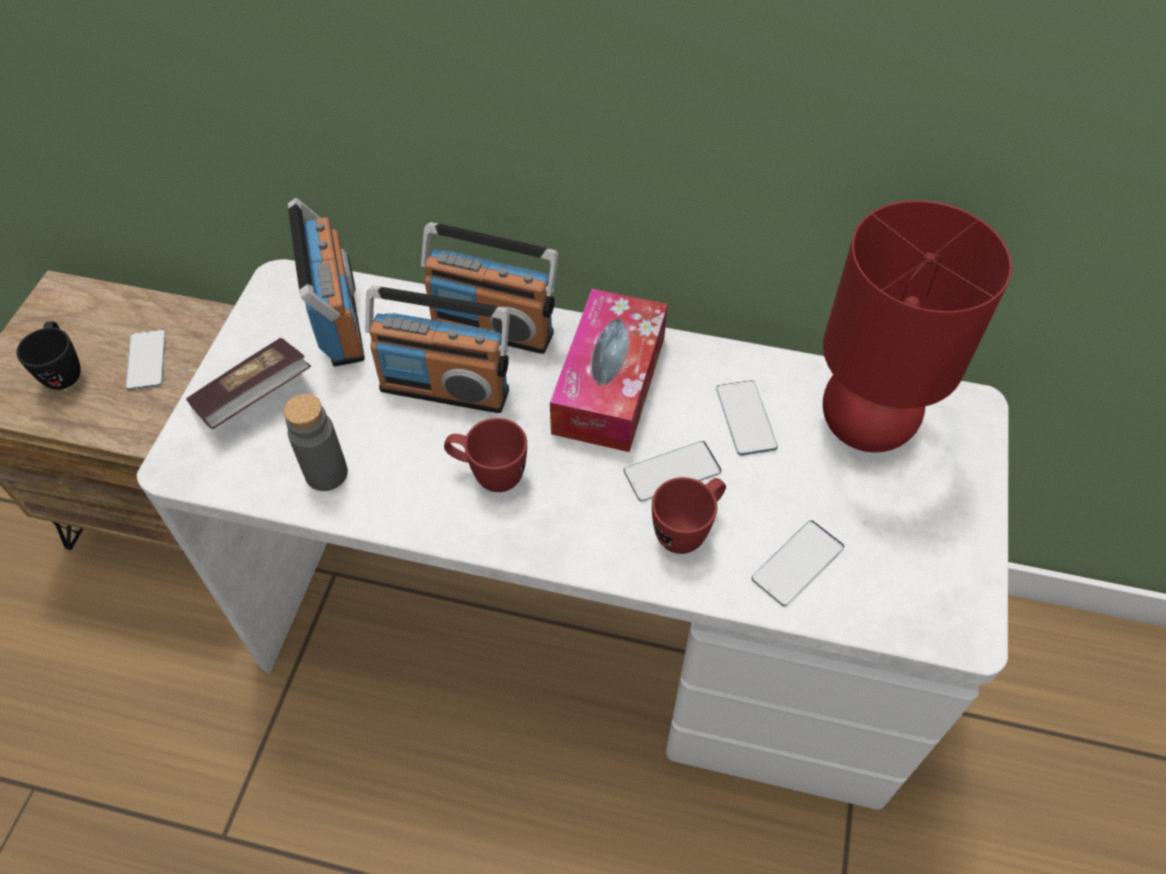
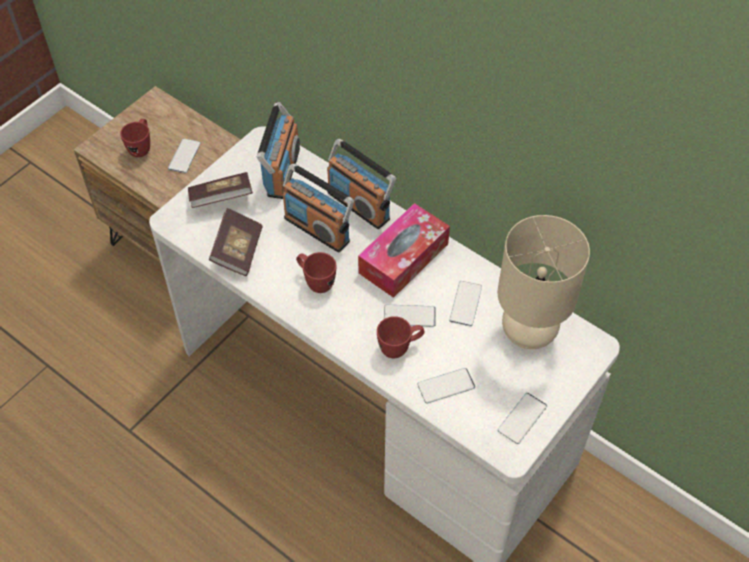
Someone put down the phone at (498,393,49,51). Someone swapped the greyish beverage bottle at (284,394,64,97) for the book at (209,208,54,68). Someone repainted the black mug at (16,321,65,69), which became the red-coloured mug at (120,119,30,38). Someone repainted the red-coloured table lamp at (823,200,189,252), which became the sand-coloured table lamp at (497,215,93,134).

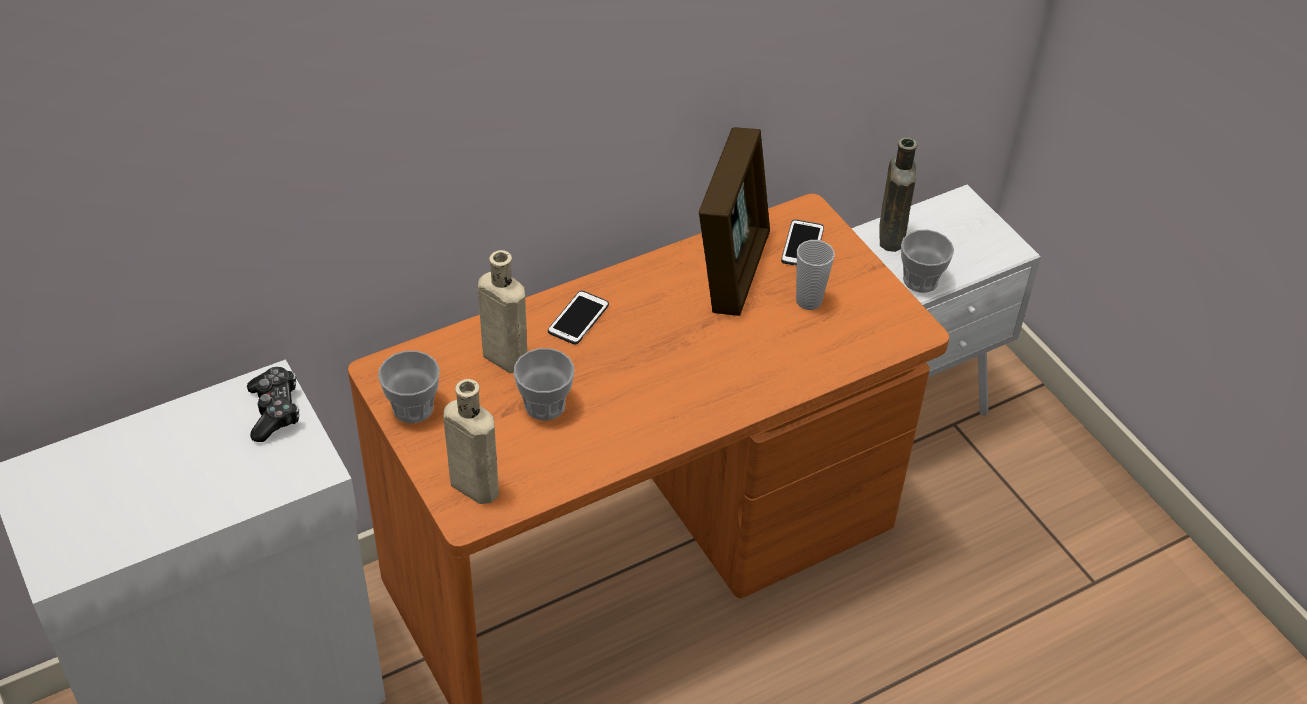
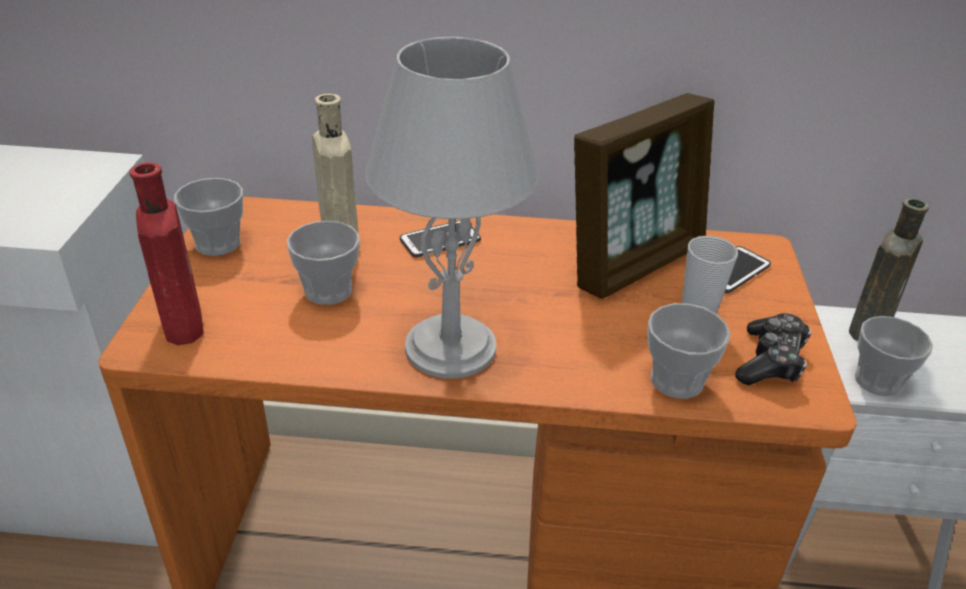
Someone put down the greyish table lamp at (365,37,174,342). Someone put down the cup at (648,303,82,96). Someone carried the gamepad from (247,367,52,75) to (735,313,77,72). Someone repainted the sand-coloured beverage bottle at (444,379,55,125), which became the red-coloured beverage bottle at (130,162,74,183).

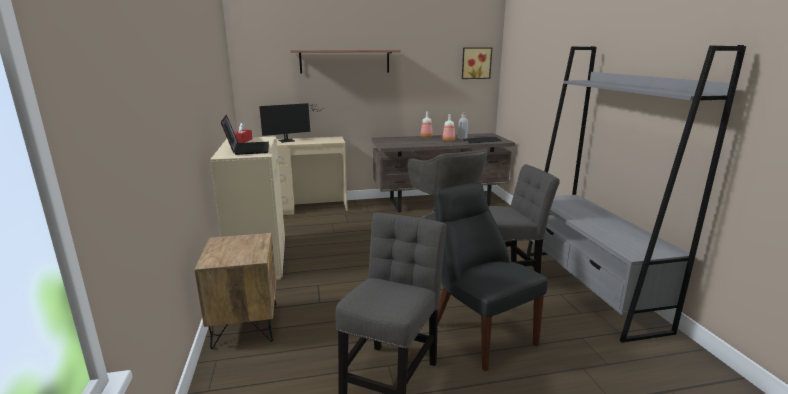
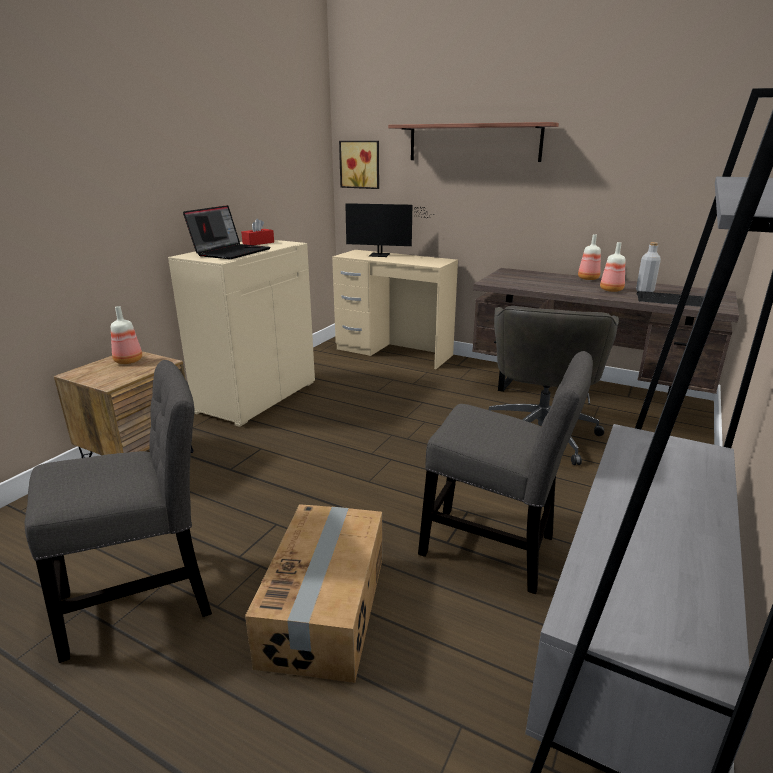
Someone put down the beverage bottle at (111,306,31,58). Someone carried the wall picture from (462,48,30,31) to (339,141,40,48). Someone swapped the black plain chair at (434,183,114,188) for the carton at (245,504,137,179).

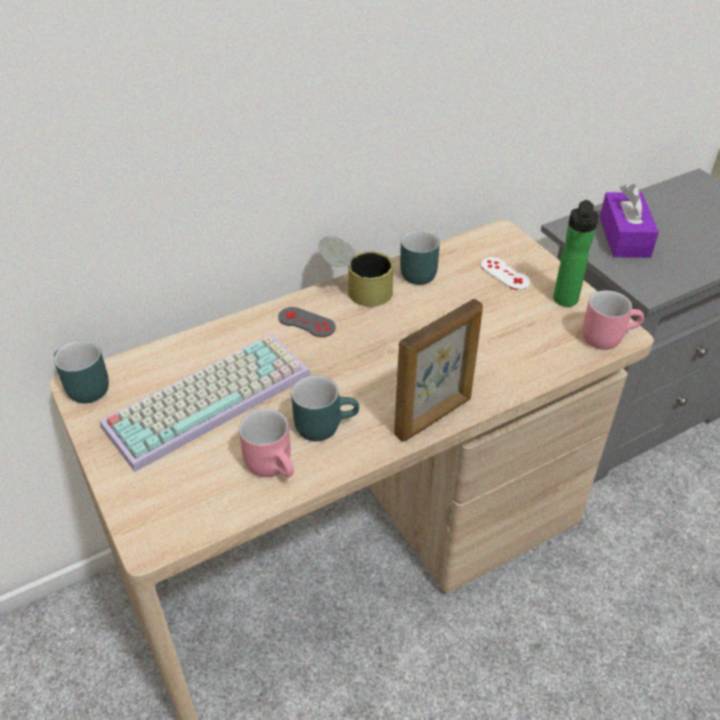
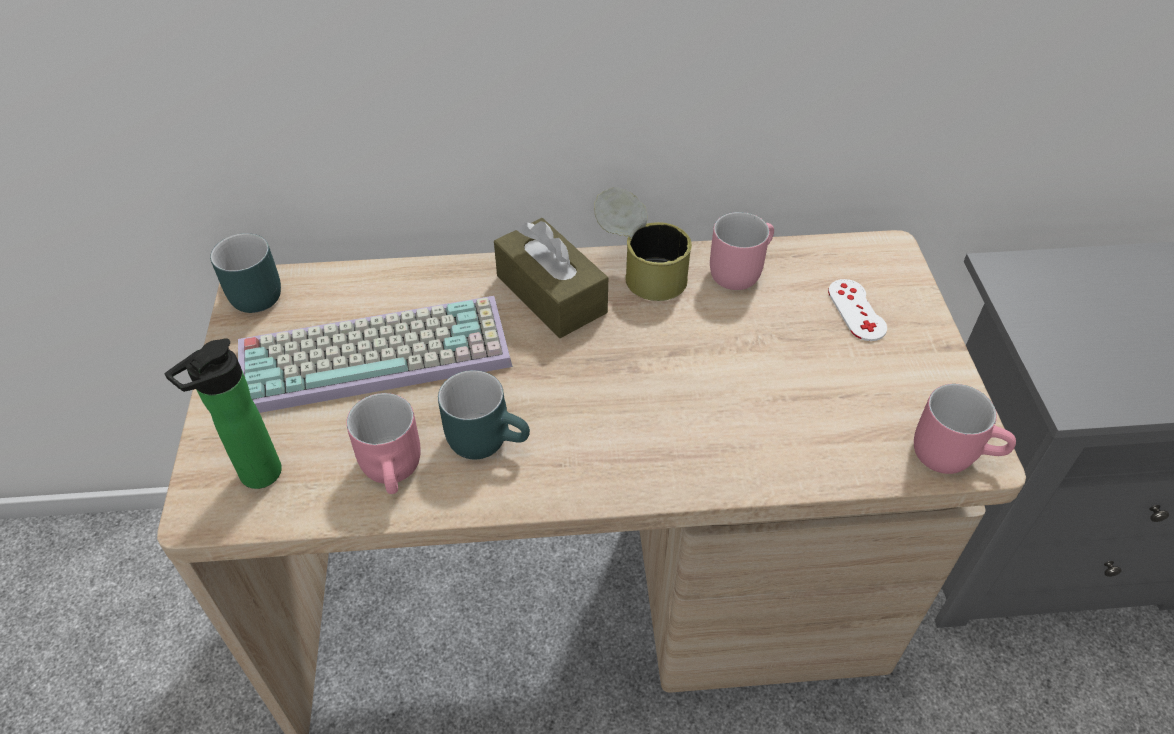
Someone took away the photo frame at (394,299,89,143). Someone took away the purple box of tissues at (600,184,59,74). Someone carried the beverage bottle from (553,200,46,107) to (164,339,118,150). Someone swapped the greyish gamepad at (278,307,58,30) for the brown-coloured box of tissues at (494,218,114,120). Someone repainted the blue-green mug at (400,230,40,55), which became the pink-coloured mug at (710,212,64,78).

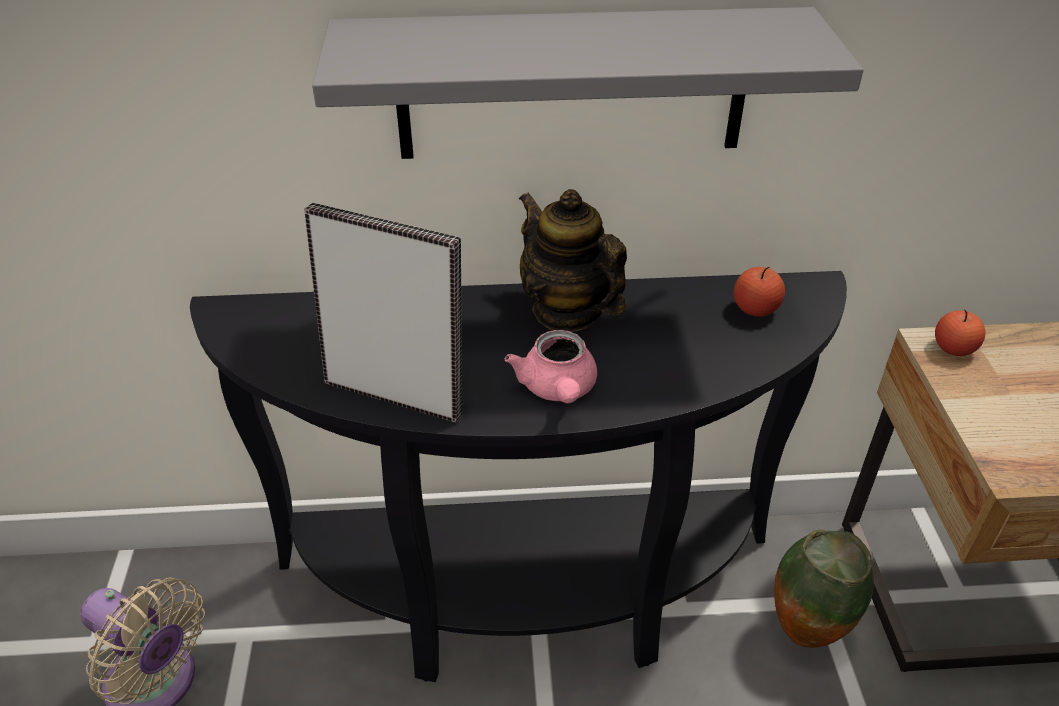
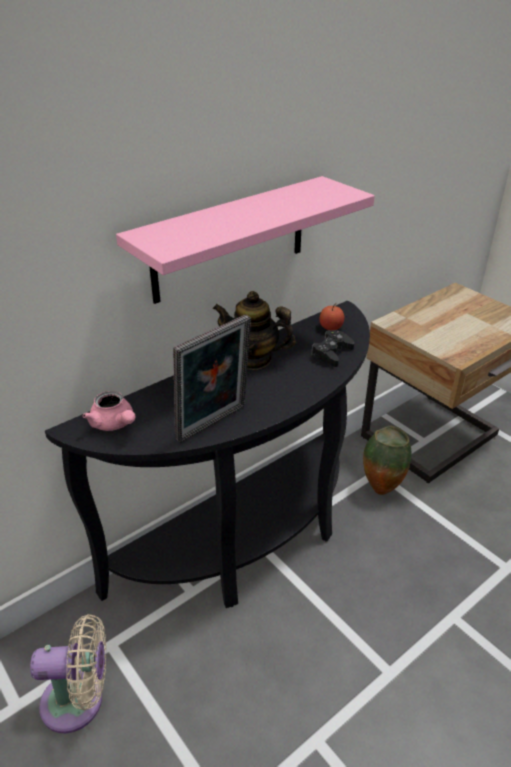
Someone took away the whole apple at (935,310,50,46). Someone put down the black gamepad at (311,330,43,37). Someone carried the pink-coloured pot for tea from (504,330,93,73) to (82,391,54,40). Someone repainted the greyish wall shelf at (312,7,551,152), which became the pink-coloured wall shelf at (116,176,259,128). Someone rotated the photo frame at (305,203,157,219) by 150 degrees clockwise.

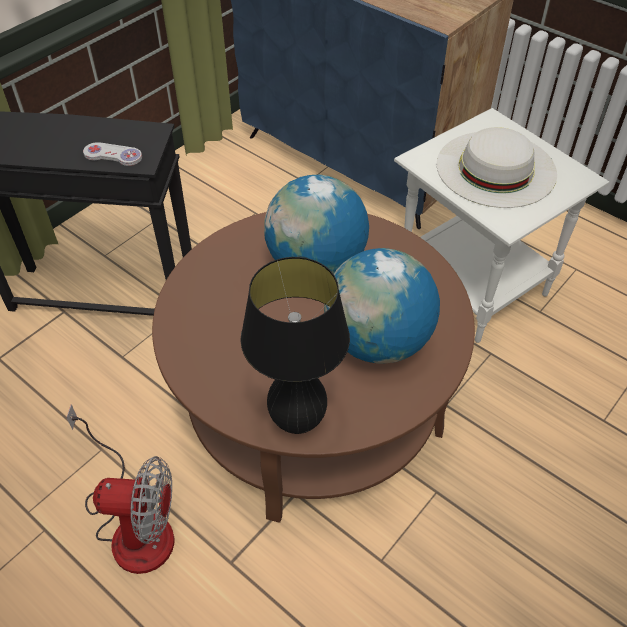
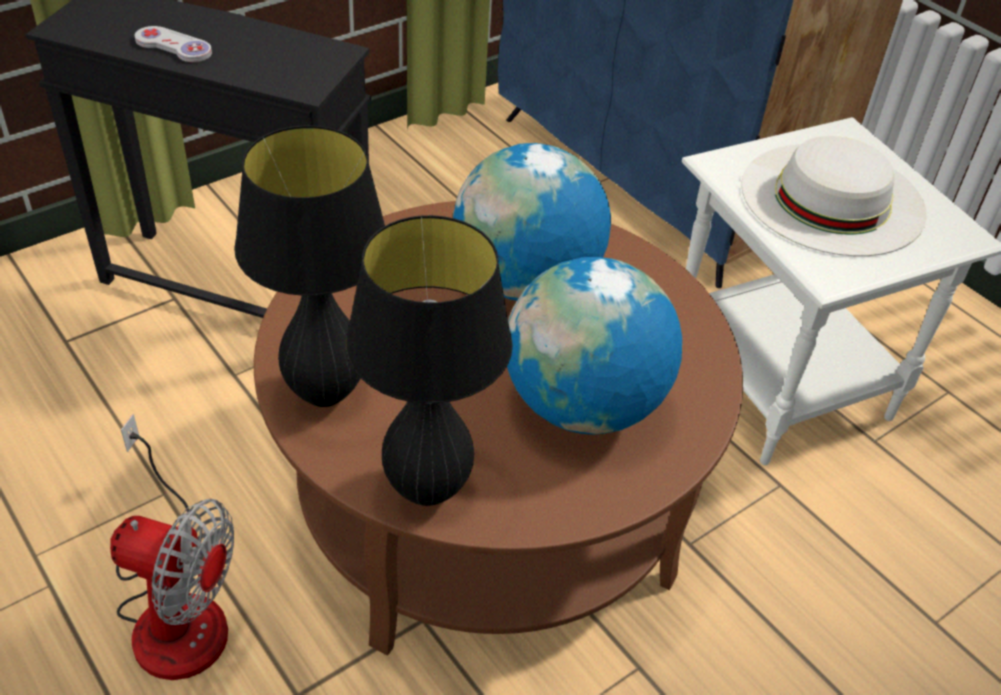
Someone put down the black table lamp at (234,126,151,281). Someone carried the white-coloured gamepad from (83,142,59,24) to (134,26,78,36).

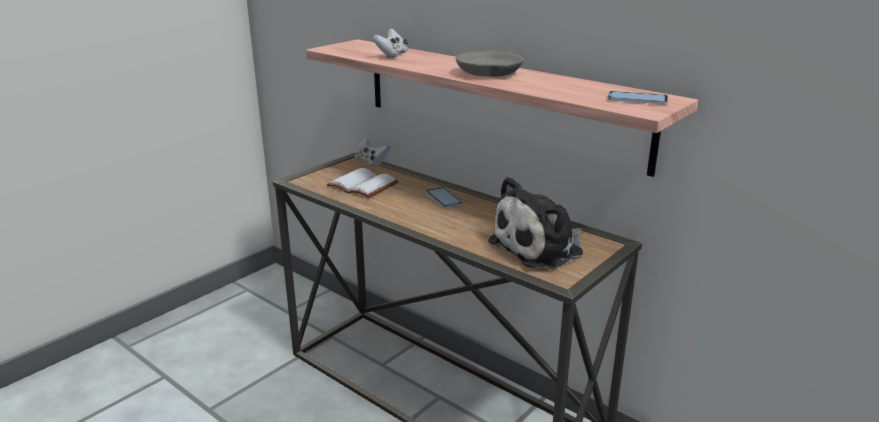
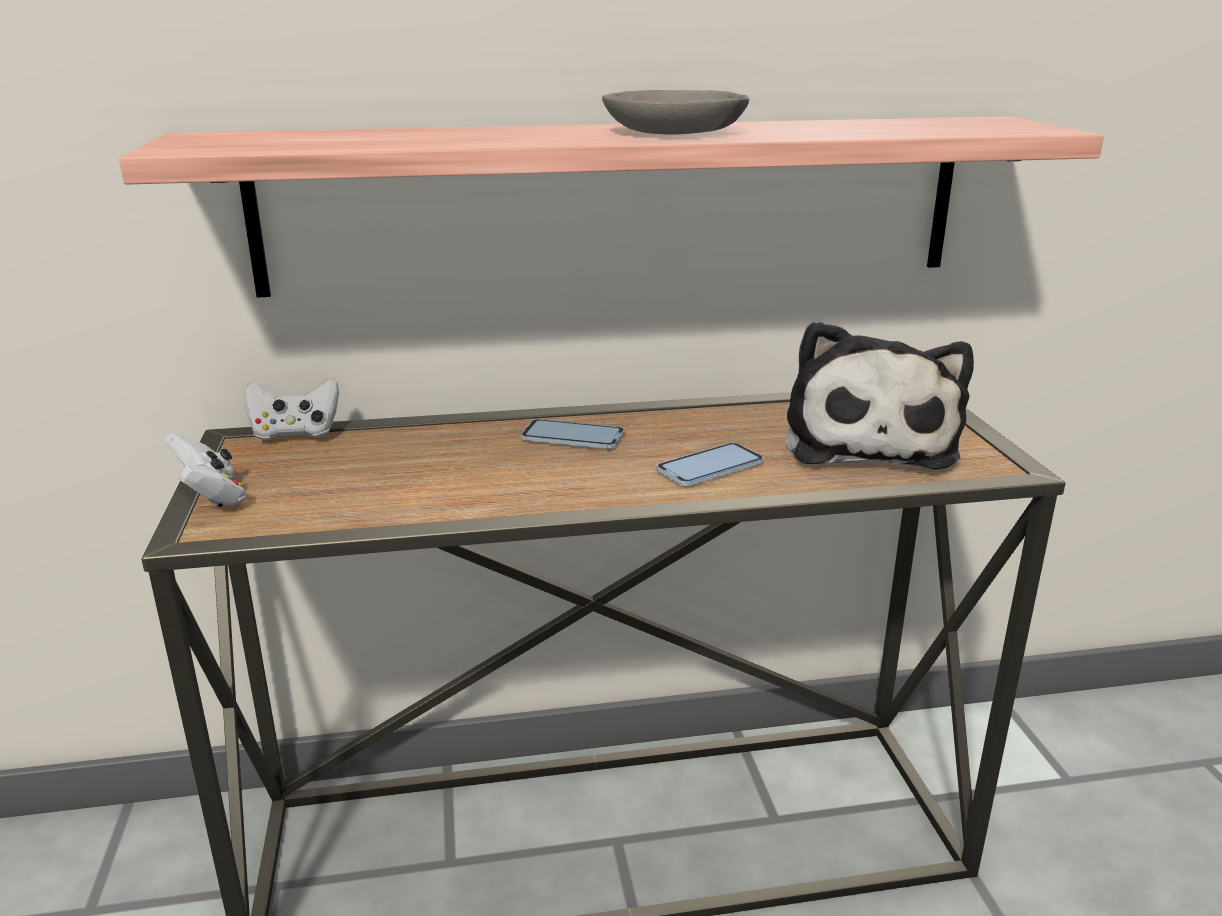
Someone took away the white-coloured book at (327,168,72,30). Someone carried the white-coloured gamepad from (373,28,35,30) to (165,433,80,75). Someone carried the phone from (608,91,60,13) to (656,442,108,44).

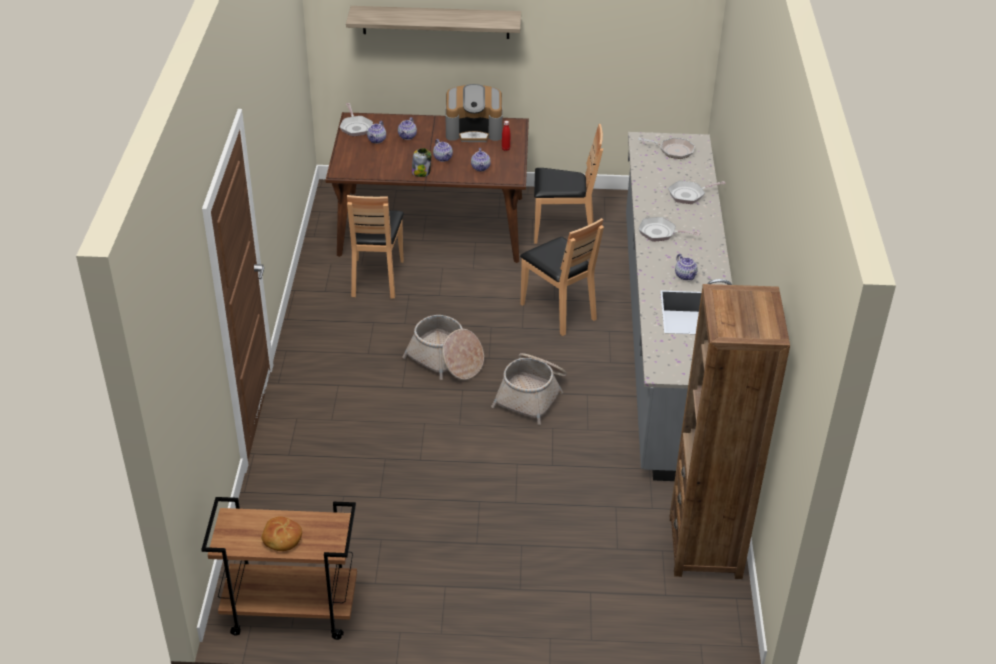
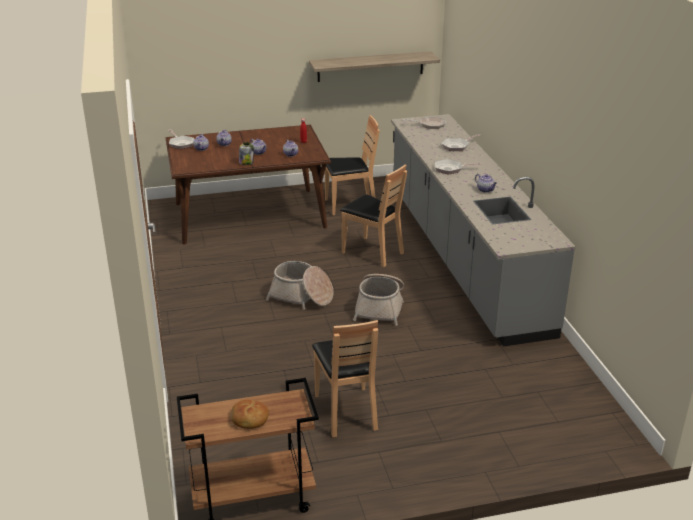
Someone took away the coffee maker at (446,84,56,58). Someone took away the brown-coloured bookshelf at (670,284,120,295). Someone carried the wall shelf from (346,6,175,33) to (309,51,131,31). Someone carried the brown-coloured plain chair from (347,195,57,104) to (312,320,66,117).

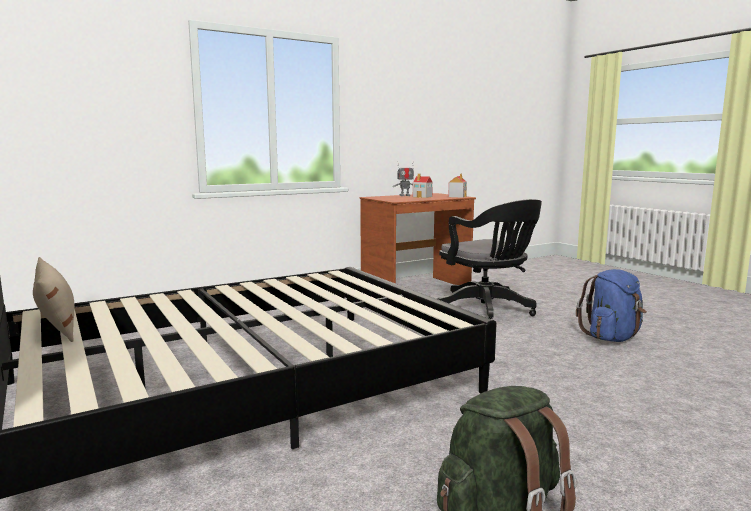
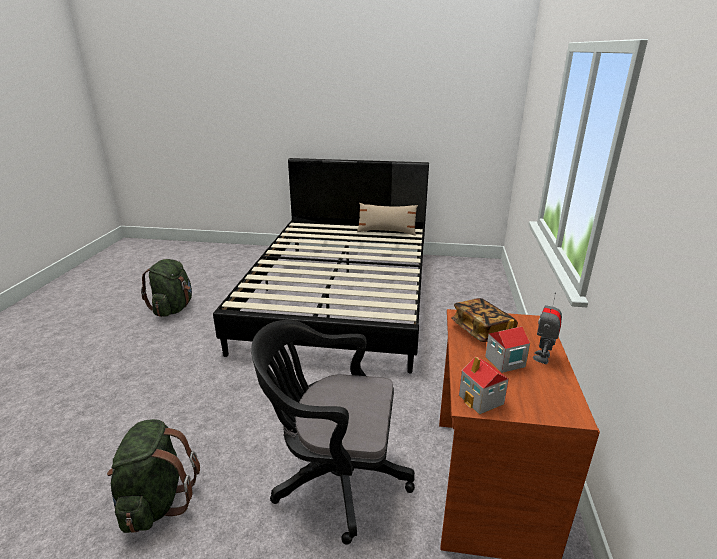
Someone put down the book at (451,298,67,44). Someone repainted the bluish rucksack at (576,269,71,73), which became the green rucksack at (107,419,93,114).

